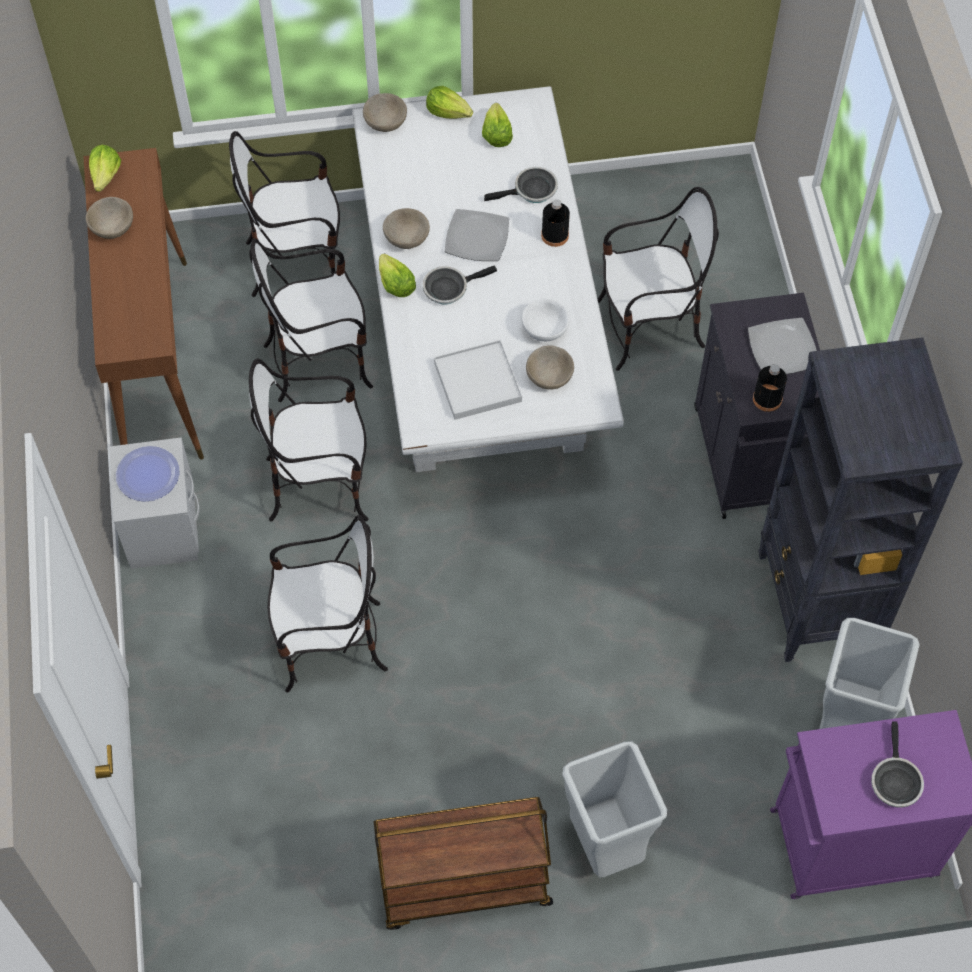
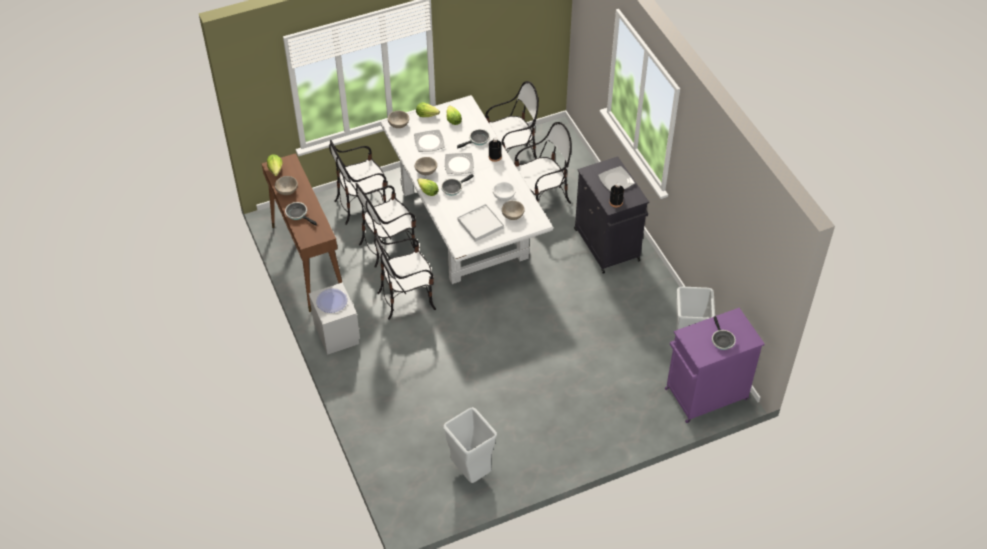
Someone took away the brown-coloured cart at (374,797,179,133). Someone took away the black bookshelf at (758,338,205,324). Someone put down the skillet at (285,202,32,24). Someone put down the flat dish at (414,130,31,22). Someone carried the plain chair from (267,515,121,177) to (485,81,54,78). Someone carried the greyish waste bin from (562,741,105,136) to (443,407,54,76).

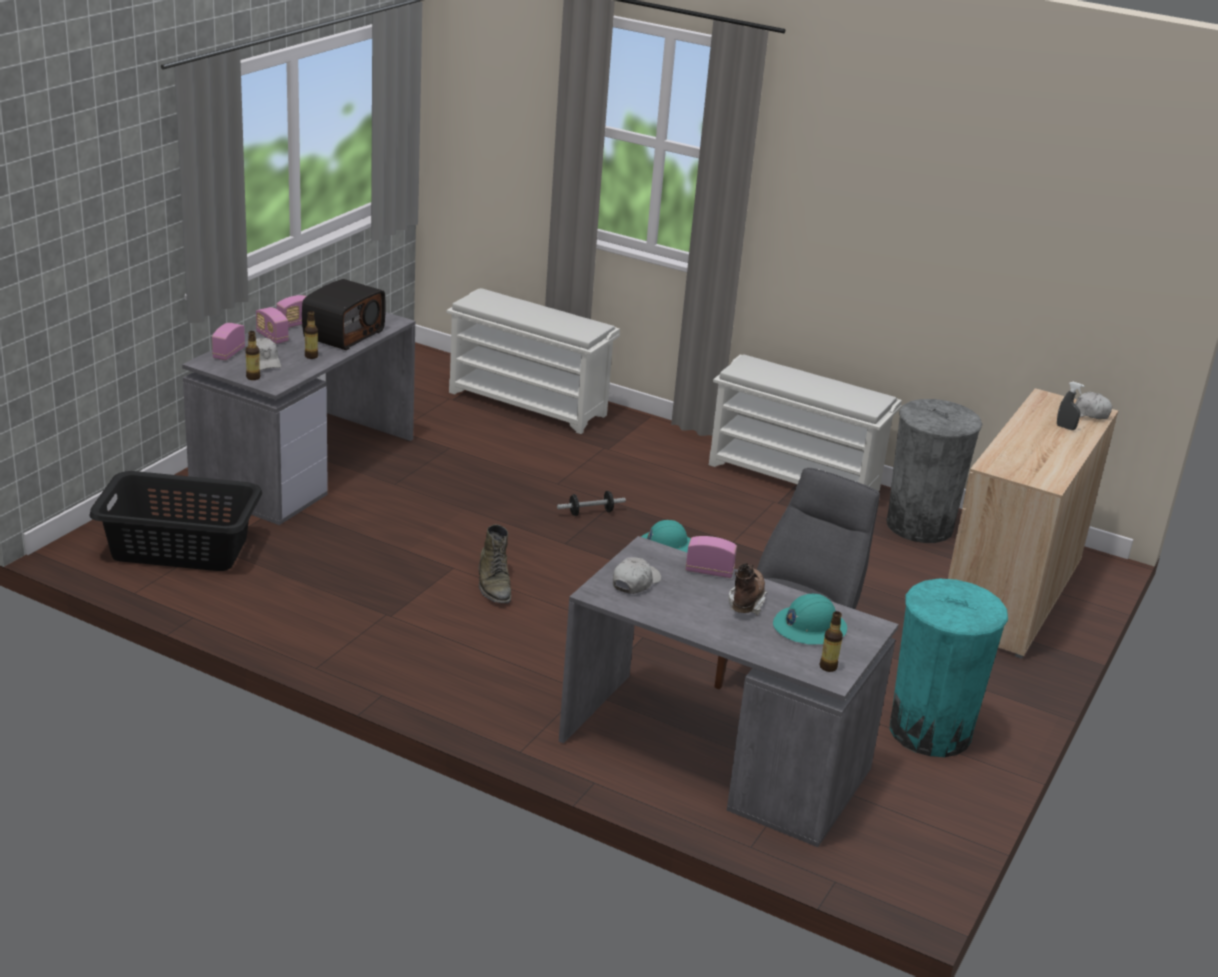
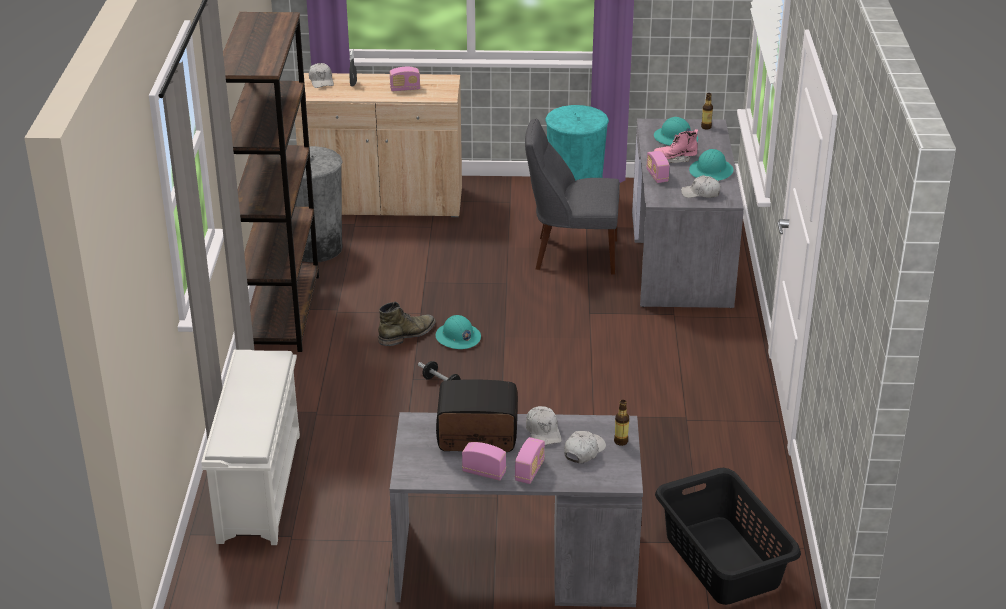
Someone put down the blue-green hard hat at (689,149,45,32). Someone carried the radio set from (212,323,33,37) to (390,67,30,24). Someone carried the green boot from (479,524,32,80) to (378,301,58,45). Someone swapped the beverage bottle at (304,311,14,48) for the white-coloured peaked cap at (526,406,36,39). Someone swapped the white-coloured shoe rack at (709,354,193,137) for the brown-coloured bookshelf at (223,12,96,340). Someone repainted the brown-coloured boot at (728,563,40,53), which became the pink-coloured boot at (654,129,45,34).

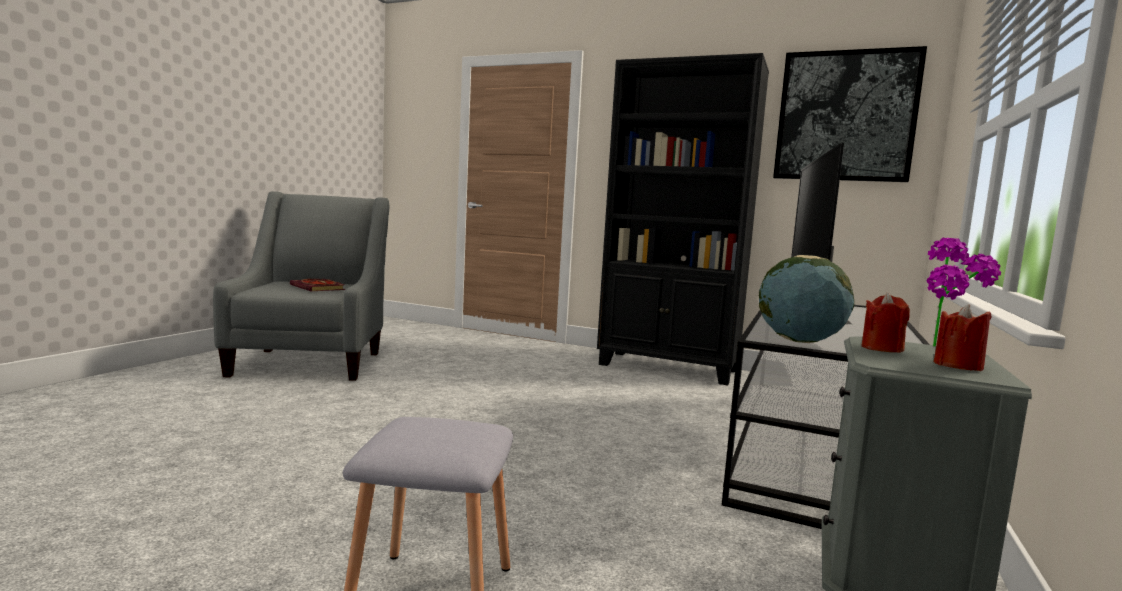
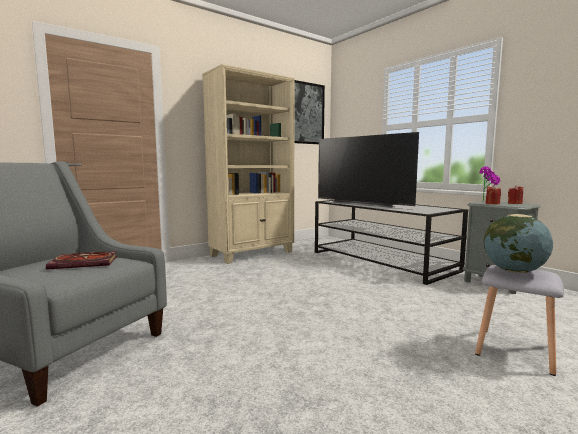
Someone carried the desk globe from (759,255,95,88) to (484,214,69,59). Someone repainted the black bookshelf at (597,53,172,332), which became the sand-coloured bookshelf at (203,64,92,200).

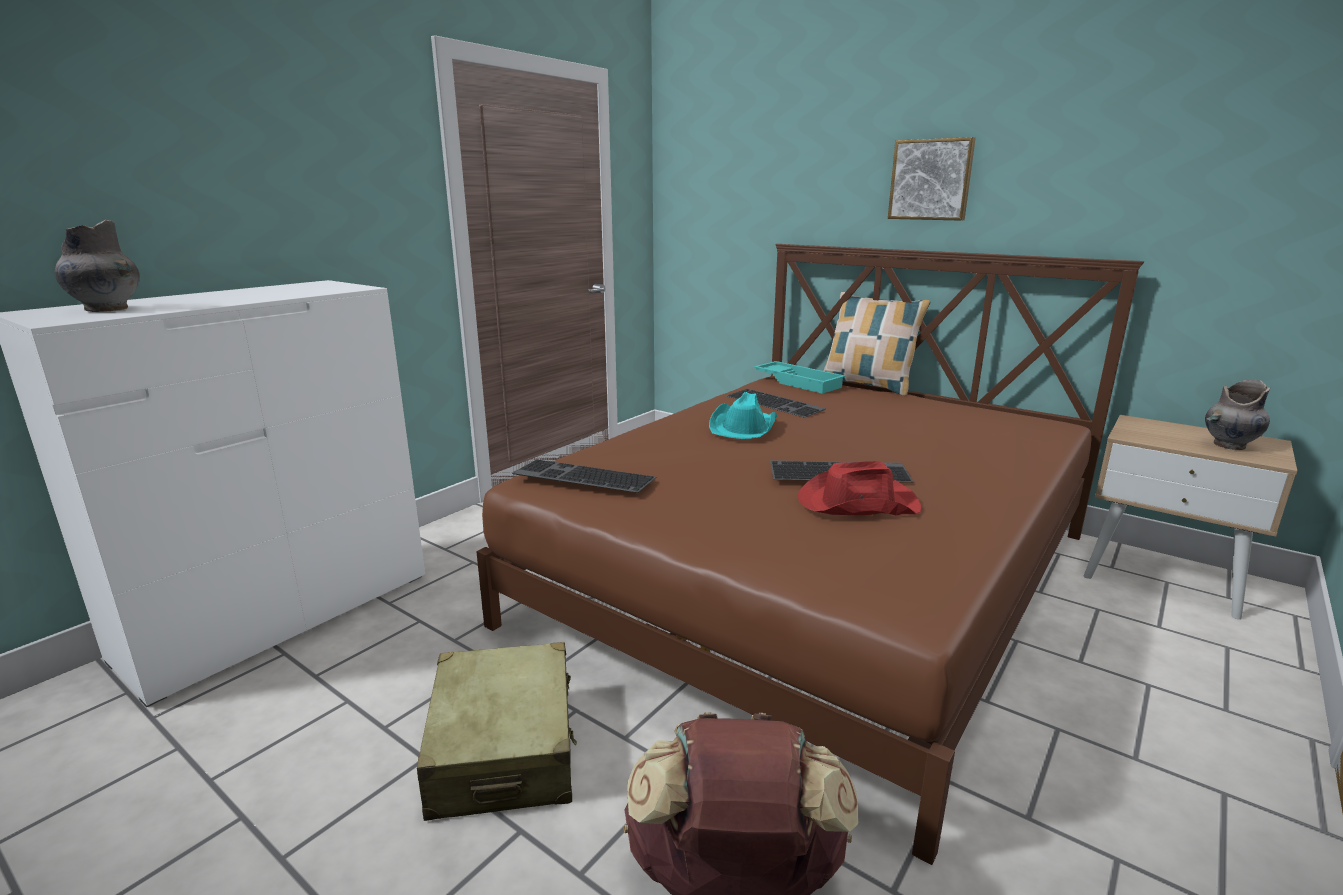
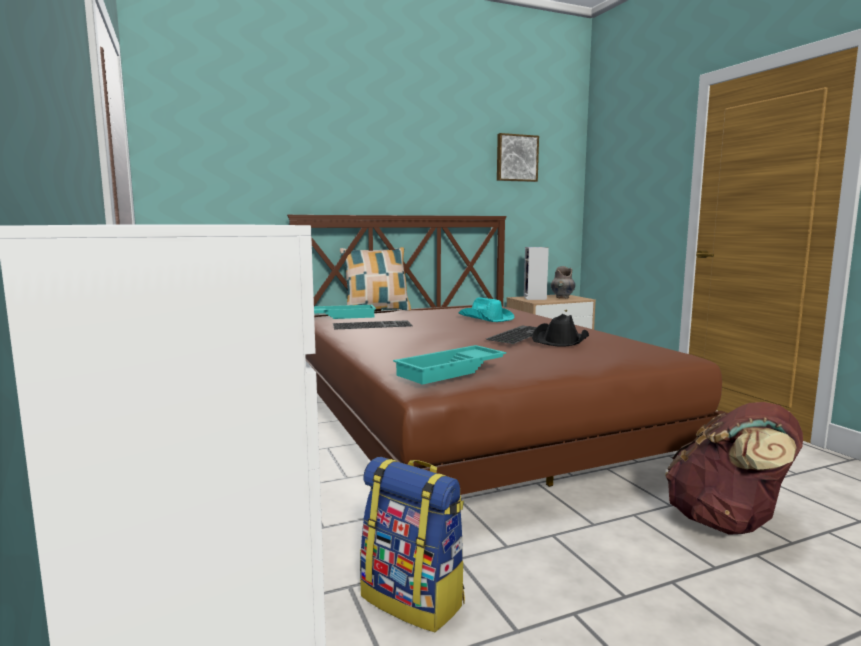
Someone took away the greyish vase at (55,220,85,92). Someone took away the sand-coloured piece of luggage at (417,642,160,179). Someone put down the rucksack at (360,457,105,175). Someone put down the loudspeaker at (524,247,25,53). Someone carried the blue-green clothing hat from (709,392,68,47) to (458,297,57,25). Someone carried the wall picture from (888,137,88,84) to (497,133,42,49). Someone swapped the keyboard at (512,459,144,34) for the blue-green tray at (393,345,113,40). Someone repainted the red-coloured clothing hat at (798,461,123,54), which became the black clothing hat at (532,314,57,33).

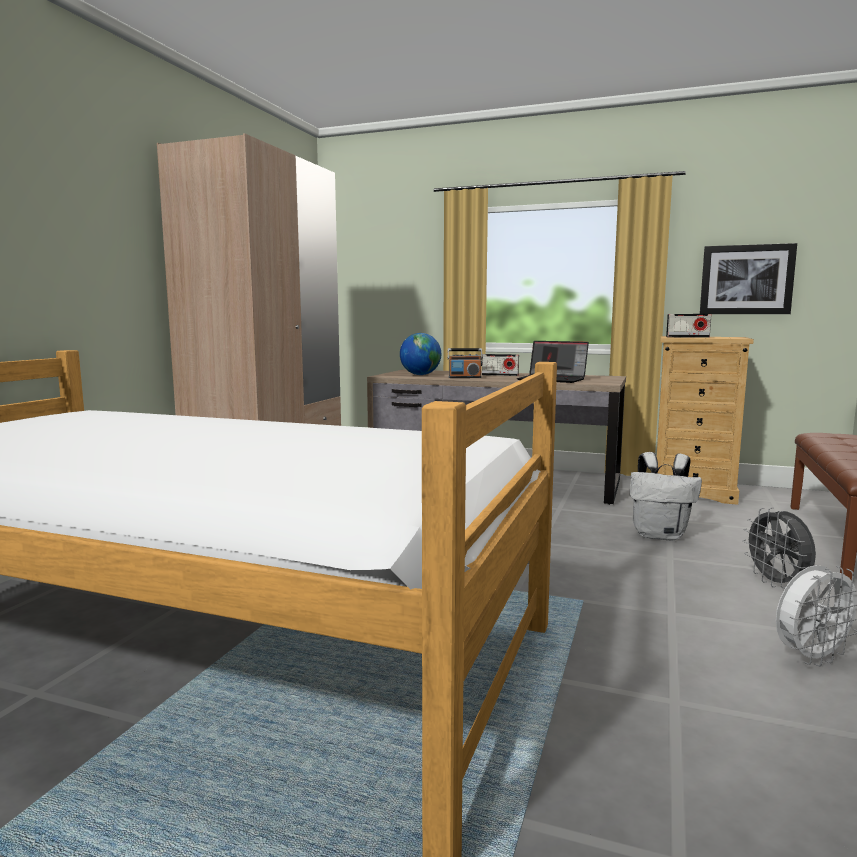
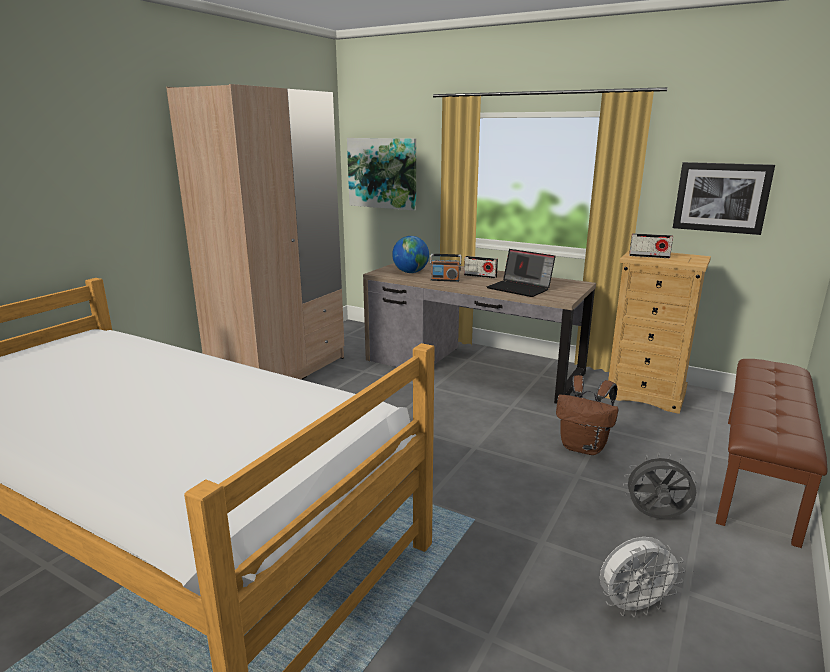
Someone put up the wall picture at (347,138,69,73). Someone repainted the white-coloured rucksack at (630,452,72,89), which became the brown-coloured rucksack at (556,375,62,80). Someone rotated the greyish electric fan at (742,507,74,81) by 105 degrees clockwise.

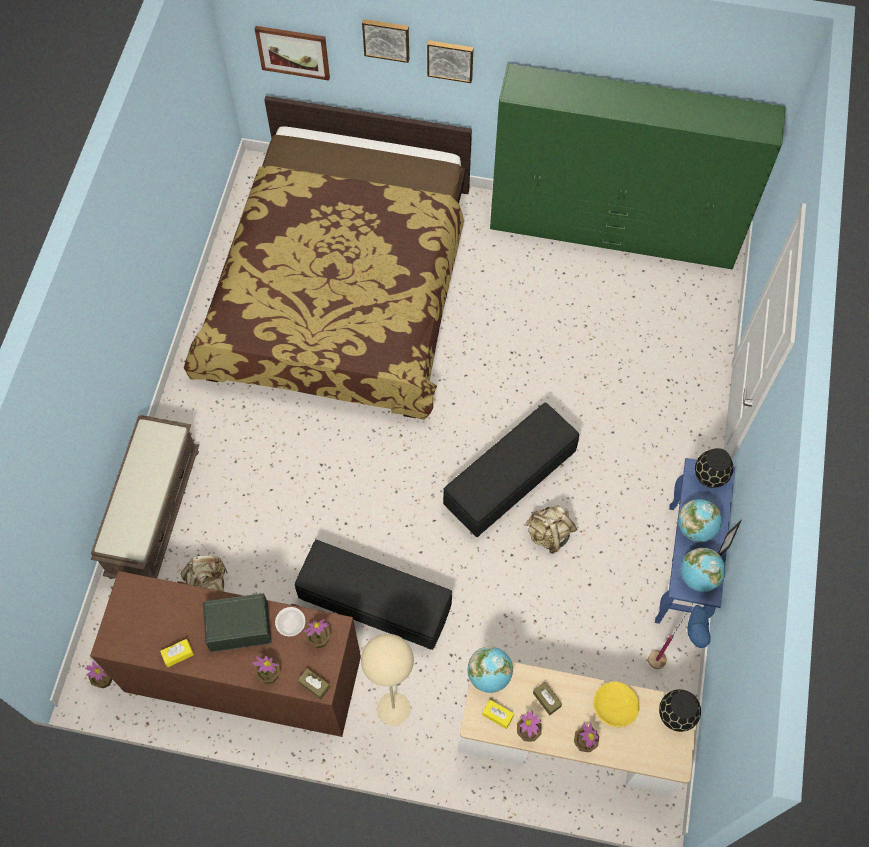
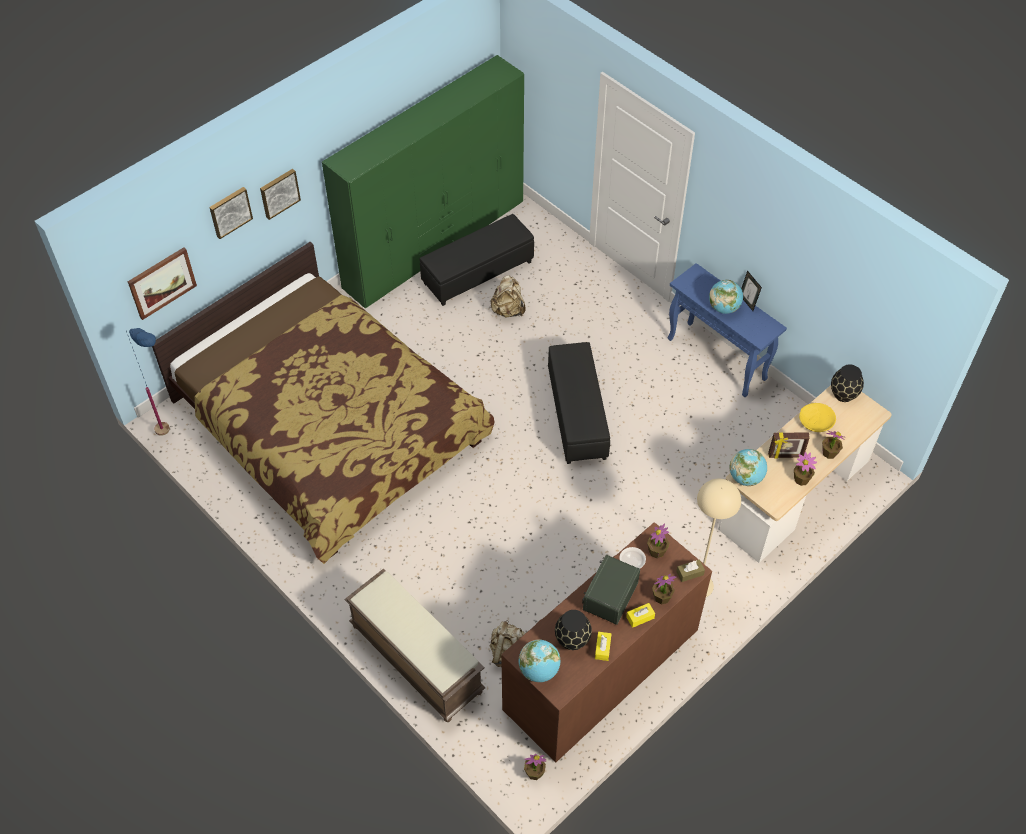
Someone carried the black ottoman from (295,540,157,110) to (420,214,114,92). Someone carried the yellowish box of tissues from (482,700,32,29) to (626,603,29,25). Someone carried the sand-coloured rucksack from (526,505,52,49) to (491,275,35,43). Someone carried the bluish standing lamp from (648,605,63,64) to (126,328,44,108). Someone carried the desk globe from (680,548,45,44) to (519,639,41,43). Someone carried the black vase from (695,448,38,40) to (555,610,37,40). Someone swapped the brown-coloured box of tissues at (533,682,29,33) for the photo frame at (768,433,42,25).

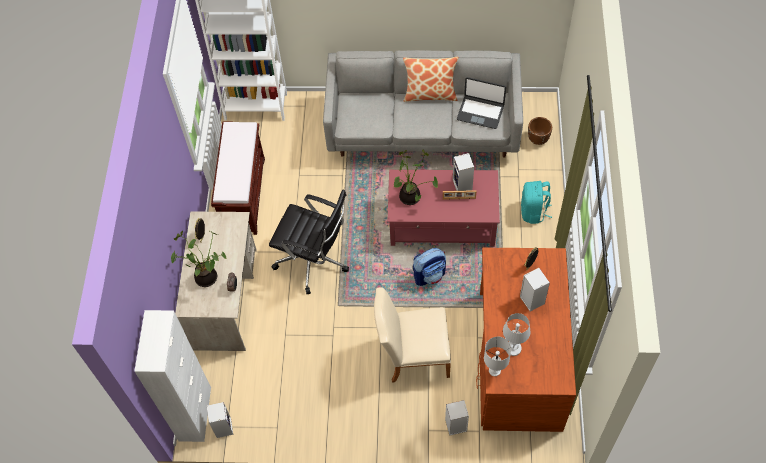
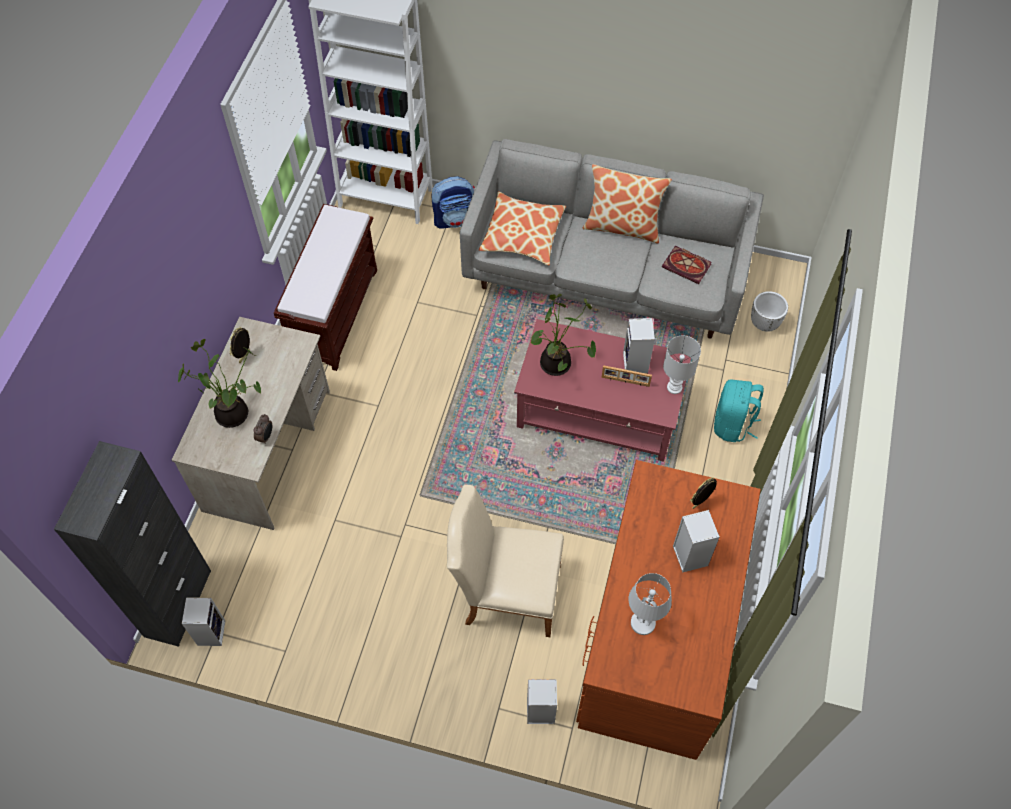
Someone took away the black desk chair at (269,190,80,104). Someone put down the pillow at (479,191,87,75). Someone carried the rucksack from (413,248,33,38) to (431,176,44,53). Someone carried the white-coloured table lamp from (484,337,28,39) to (663,335,38,59). Someone swapped the laptop at (457,77,49,52) for the book at (662,246,50,38). Someone repainted the white-coloured cabinet at (134,310,77,132), which became the black cabinet at (54,441,157,206). Someone repainted the brown-coloured plant pot at (528,117,24,28), which became the white-coloured plant pot at (751,291,37,41).

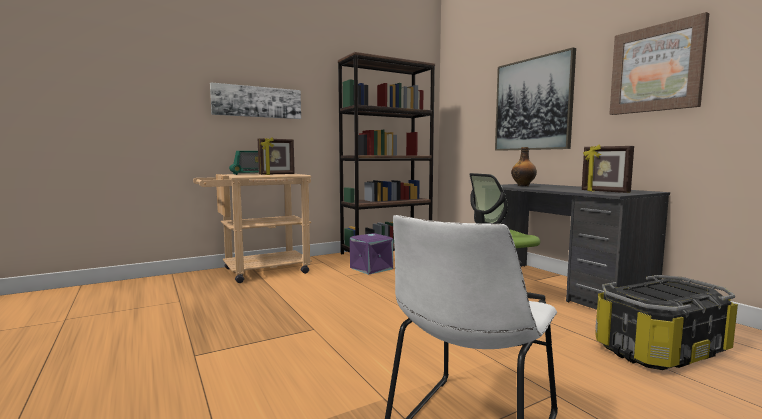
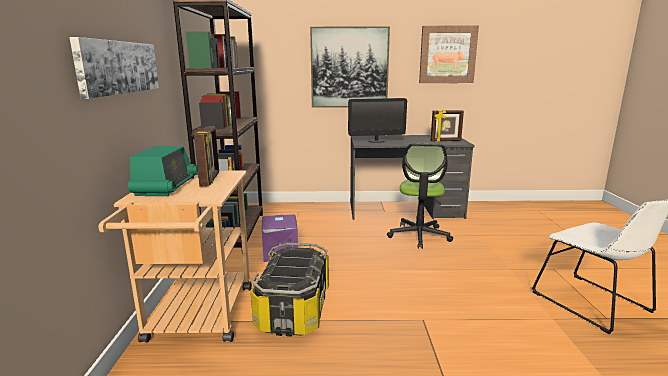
Someone carried the storage bin from (595,275,143,95) to (251,243,78,94). Someone swapped the beverage bottle at (511,147,26,39) for the computer display at (348,98,59,45).

